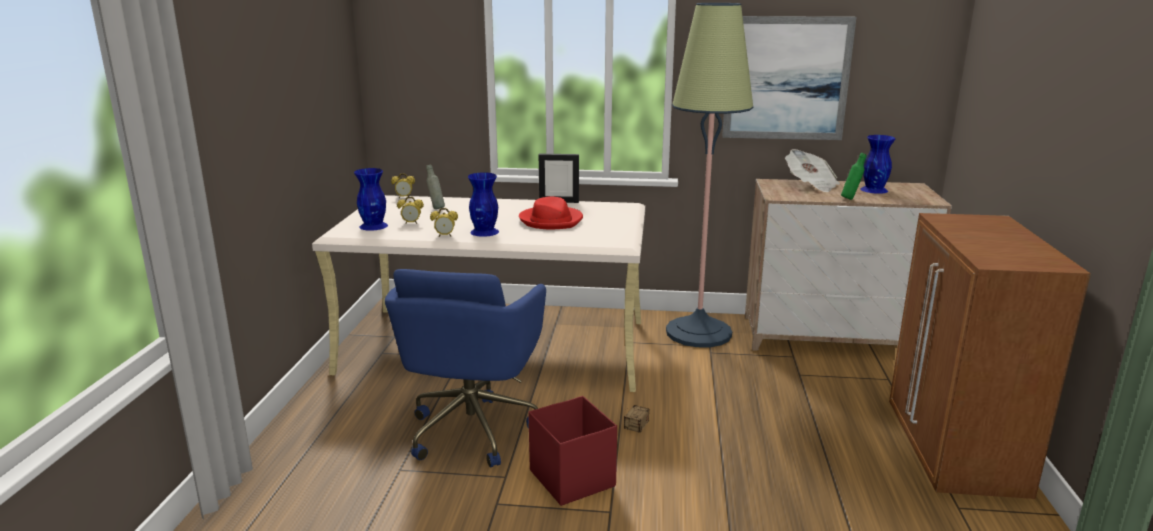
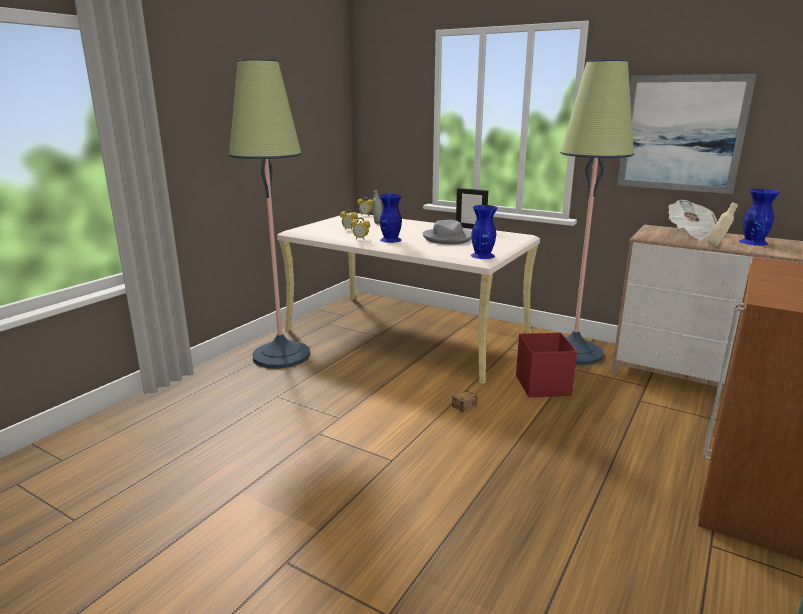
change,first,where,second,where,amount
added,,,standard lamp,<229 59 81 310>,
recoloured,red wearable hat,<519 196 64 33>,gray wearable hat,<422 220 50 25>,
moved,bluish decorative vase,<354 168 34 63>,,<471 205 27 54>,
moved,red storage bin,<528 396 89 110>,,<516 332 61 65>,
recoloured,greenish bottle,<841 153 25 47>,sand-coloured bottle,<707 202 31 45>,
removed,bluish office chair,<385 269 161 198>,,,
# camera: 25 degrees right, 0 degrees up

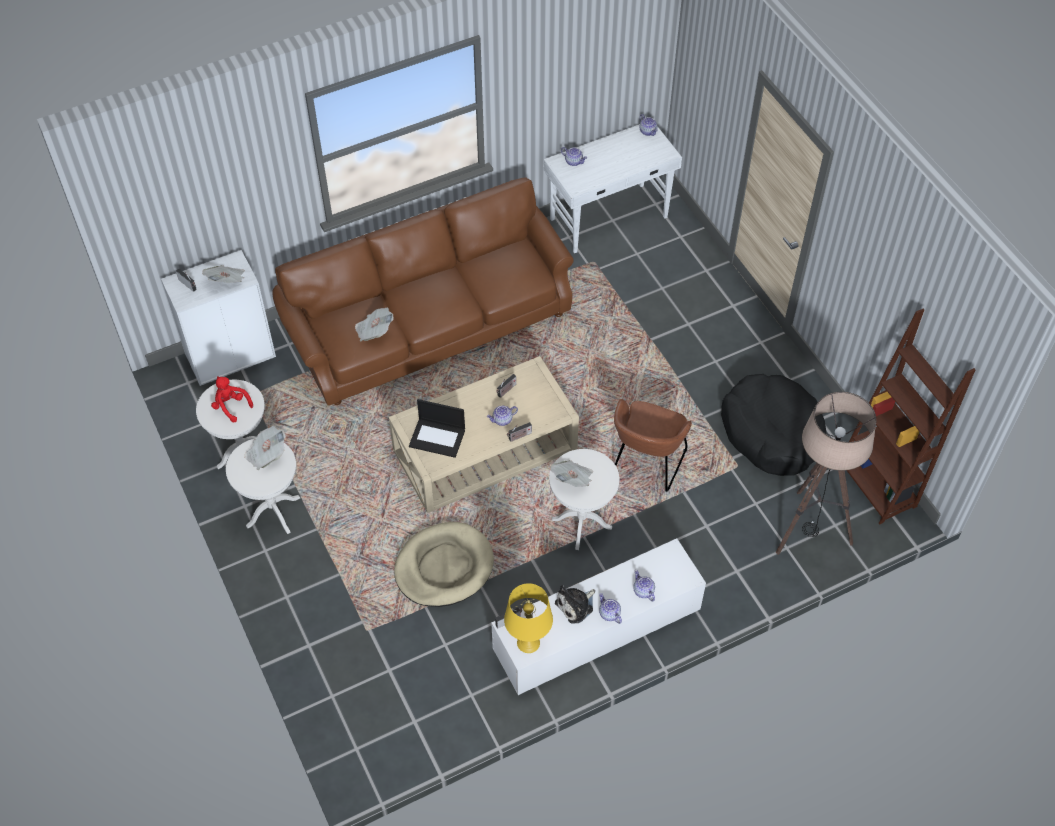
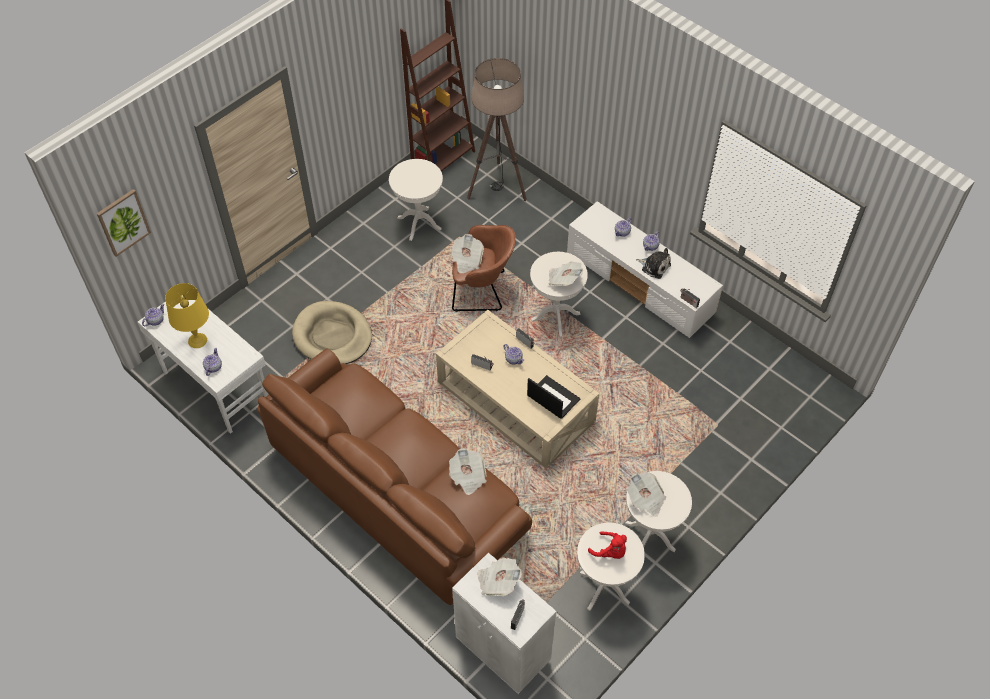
change,first,where,second,where,amount
added,,,wall art,<97 189 54 68>,
moved,yellowish tabletop lamp,<504 583 49 70>,,<165 283 44 65>,
moved,sand-coloured pet bed,<394 522 100 85>,,<292 301 80 63>,
replaced,blackish pet bed,<721 374 106 102>,whitish side table,<389 159 54 82>,
added,,,daily paper,<451 234 33 39>,
turned,laptop,<409 399 56 59>,,<527 375 53 44>,45 degrees counterclockwise
turned,red cuddly toy,<211 376 42 46>,,<588 532 39 27>,75 degrees counterclockwise
# camera: 110 degrees left, 0 degrees up

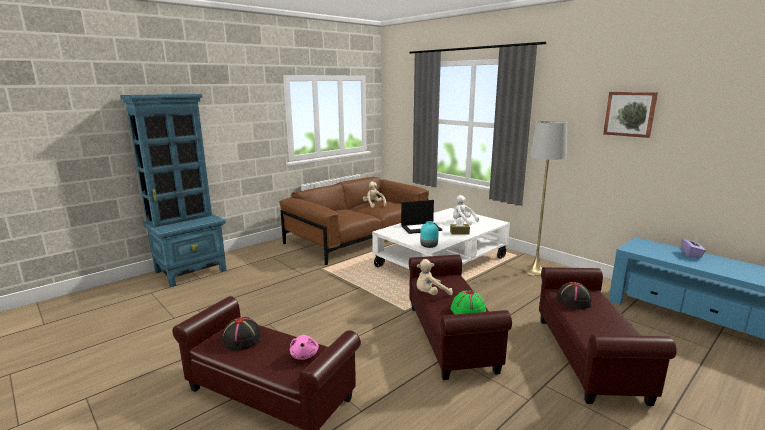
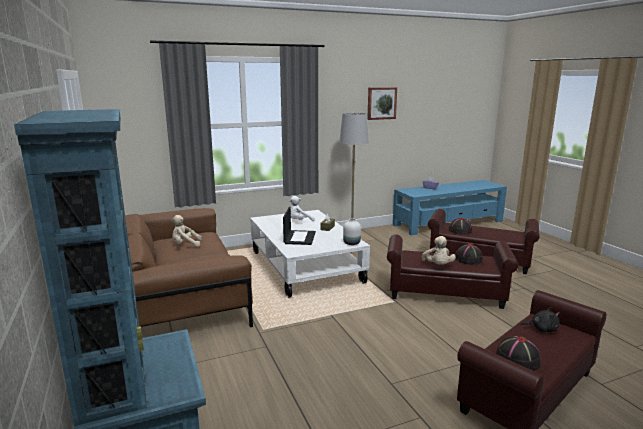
change,first,where,second,where,amount
recoloured,turquoise decorative vase,<420 221 19 27>,whitish decorative vase,<343 219 18 26>,
recoloured,greenish wearable hat,<450 290 36 24>,blackish wearable hat,<455 244 28 21>,
recoloured,pinkish cuddly toy,<290 335 29 25>,blackish cuddly toy,<521 307 39 25>,
# camera: 70 degrees left, 0 degrees up

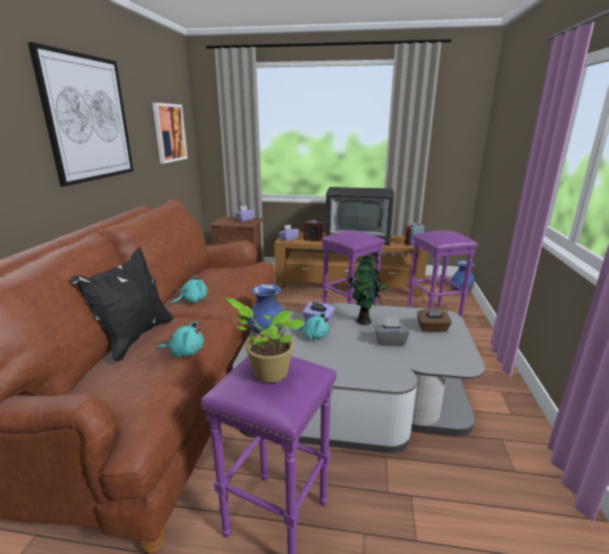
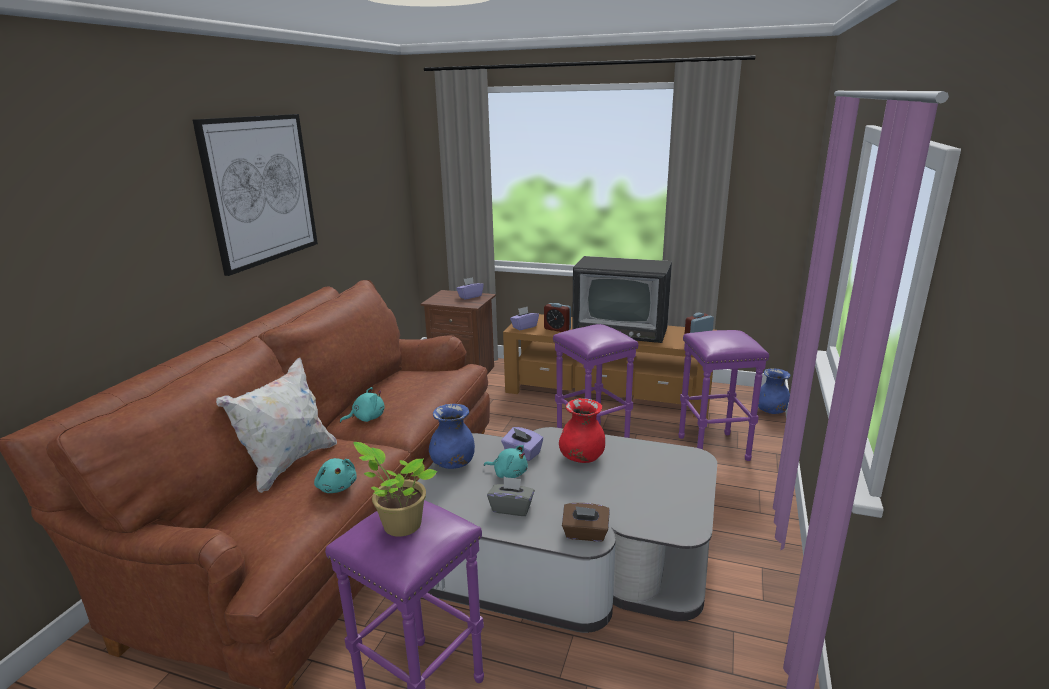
change,first,where,second,where,amount
recoloured,blackish throw pillow,<72 247 102 115>,whitish throw pillow,<216 358 121 135>,
turned,turquoise cuddly toy,<157 321 47 36>,,<314 458 43 35>,45 degrees clockwise
moved,gray box of tissues,<375 318 34 28>,,<487 476 48 40>,
replaced,plant in a pot,<348 253 40 72>,red decorative vase,<559 398 46 65>,
moved,brown-coloured box of tissues,<417 309 35 23>,,<562 503 48 39>,
removed,wall art,<152 103 36 61>,,,
# camera: 10 degrees right, 0 degrees up

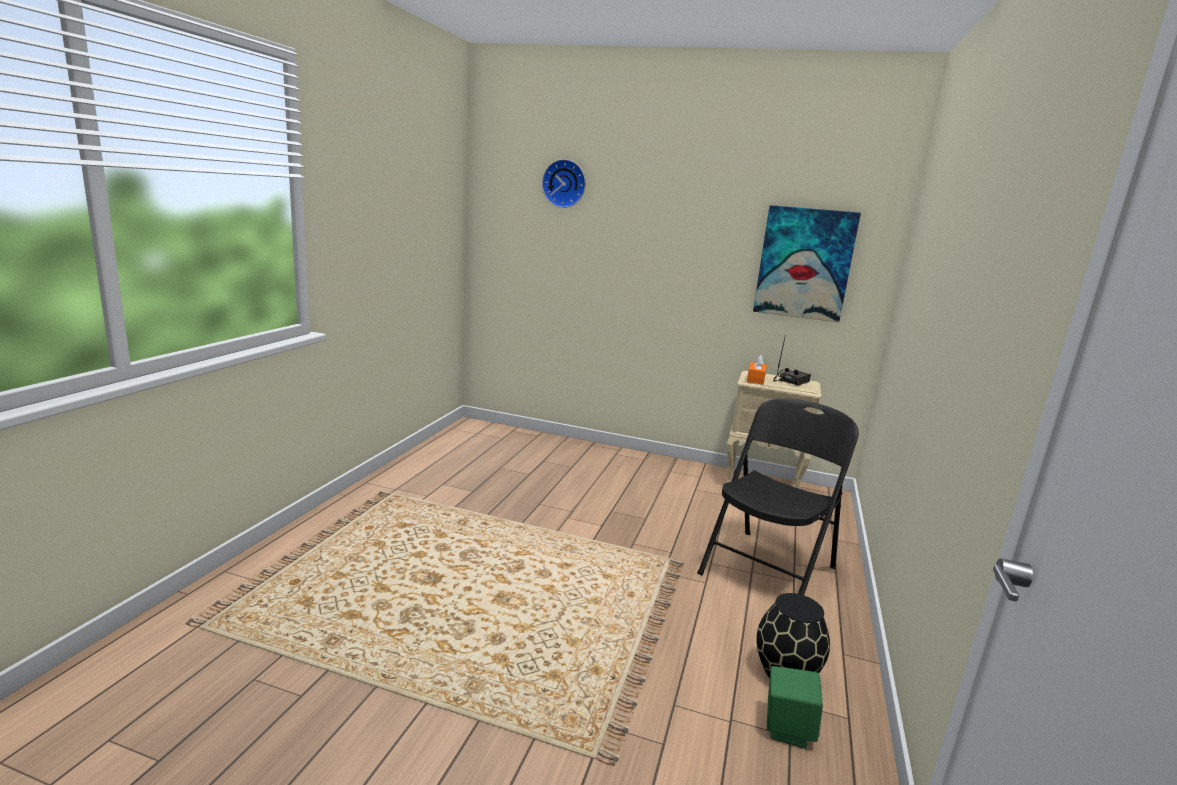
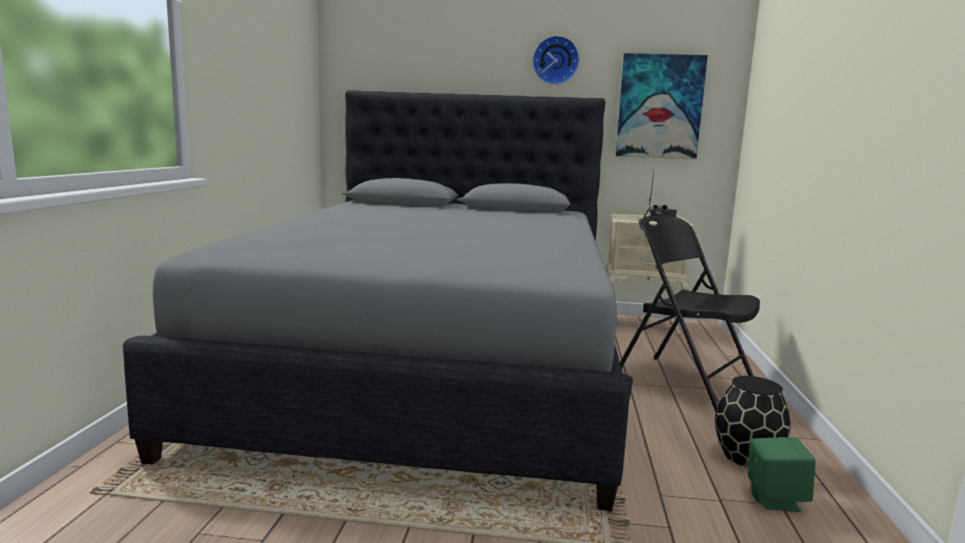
change,first,where,second,where,amount
added,,,gray sleeping bed,<123 90 510 423>,
moved,hanging clock,<542 159 44 49>,,<532 36 48 49>,
turned,blackish upright chair,<697 398 162 197>,,<620 215 140 197>,75 degrees counterclockwise
removed,orange-coloured box of tissues,<747 355 20 30>,,,
# camera: 10 degrees left, 5 degrees down

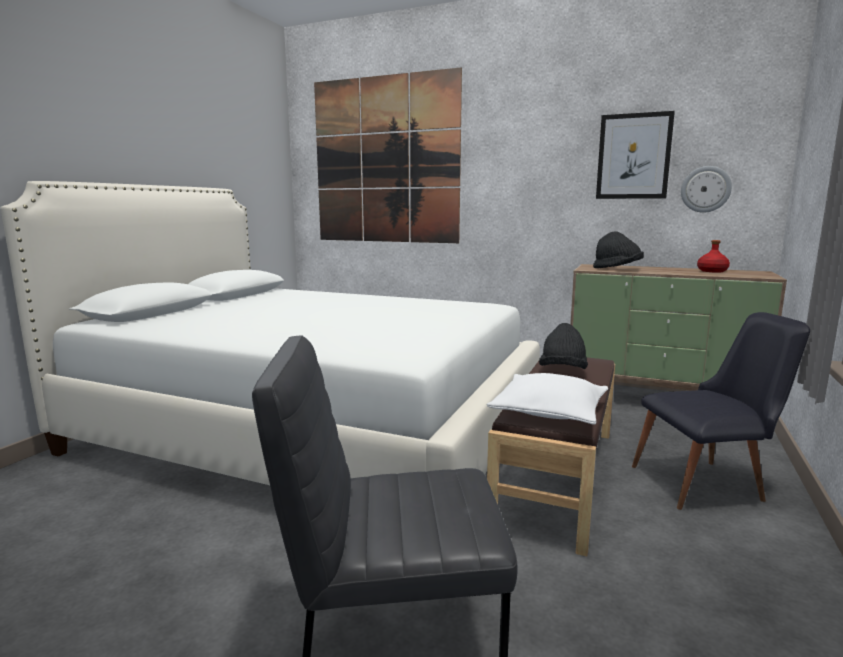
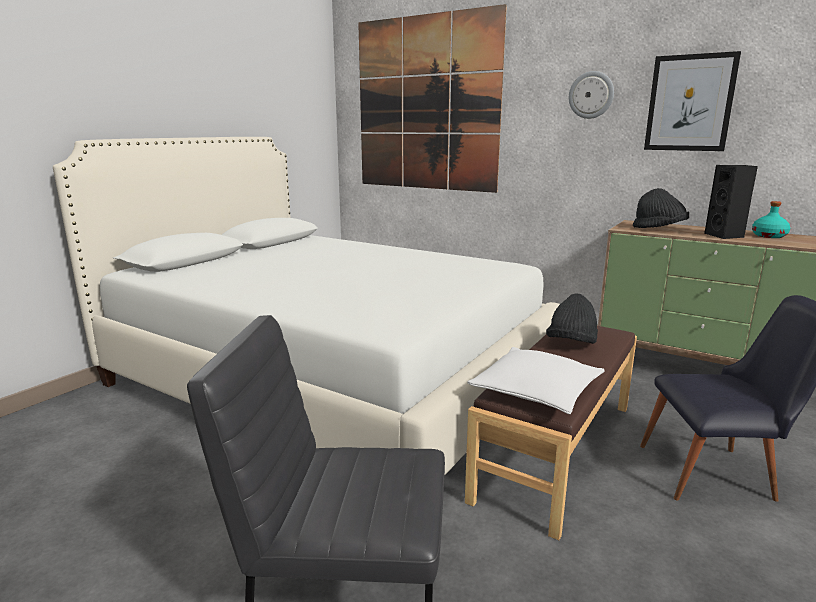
change,first,where,second,where,amount
moved,hanging clock,<681 166 51 47>,,<569 71 45 48>,
added,,,blackish audio speaker,<704 165 54 74>,
recoloured,red bottle,<697 240 33 32>,turquoise bottle,<752 201 38 37>,
# camera: 10 degrees right, 5 degrees up

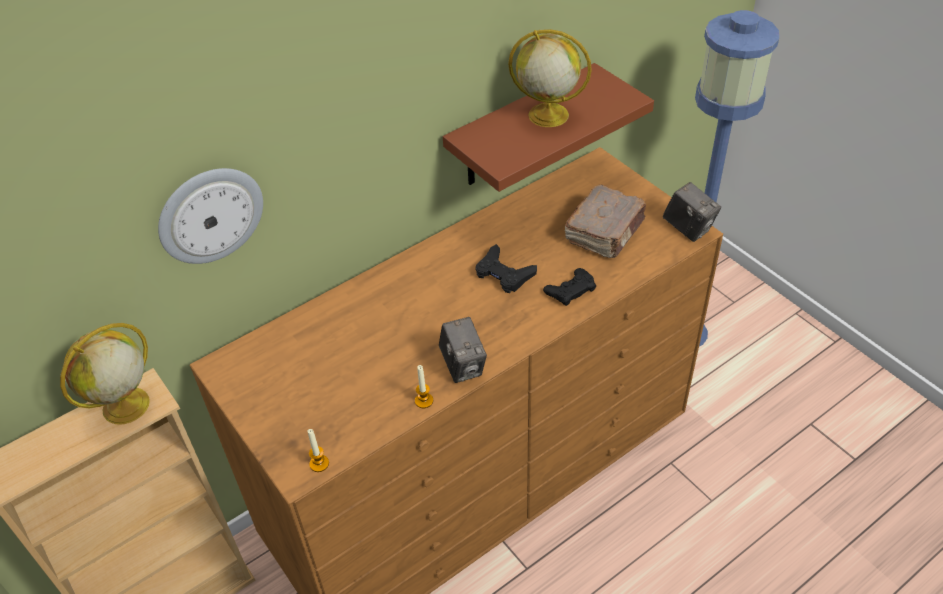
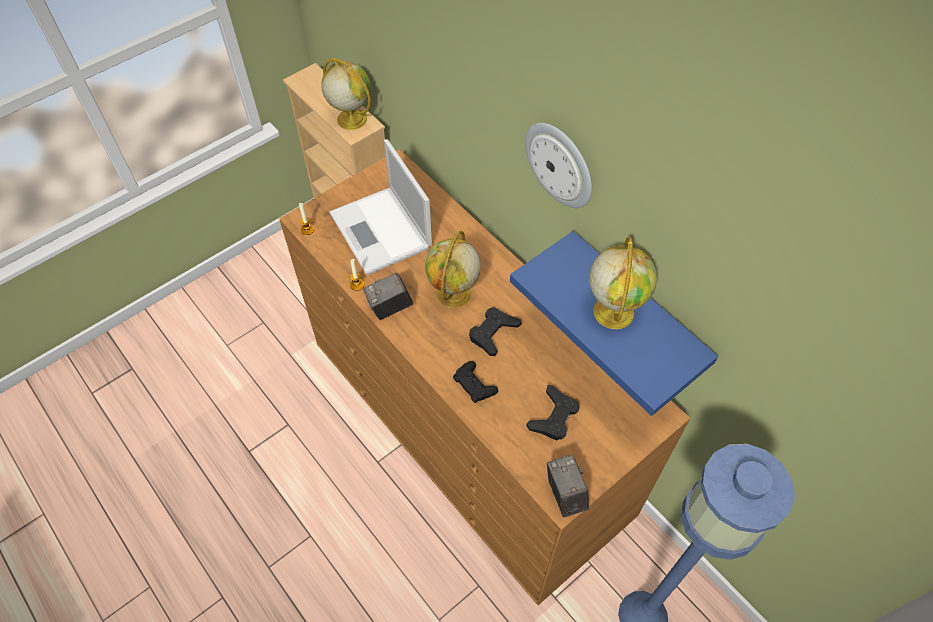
change,first,where,second,where,amount
added,,,laptop,<330 139 102 136>,
added,,,desk globe,<425 231 56 77>,
recoloured,brown-coloured shelf,<443 63 211 129>,bluish shelf,<510 231 208 185>,
moved,hanging clock,<158 168 105 96>,,<525 123 67 85>,
replaced,brown-coloured book,<565 184 81 74>,blackish gamepad,<526 385 53 56>,
turned,still camera,<663 182 58 60>,,<547 455 42 62>,120 degrees clockwise
# camera: 85 degrees right, 10 degrees up

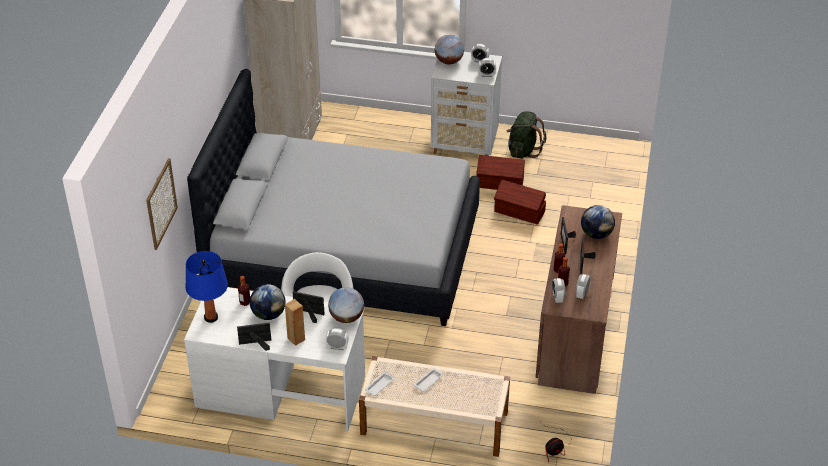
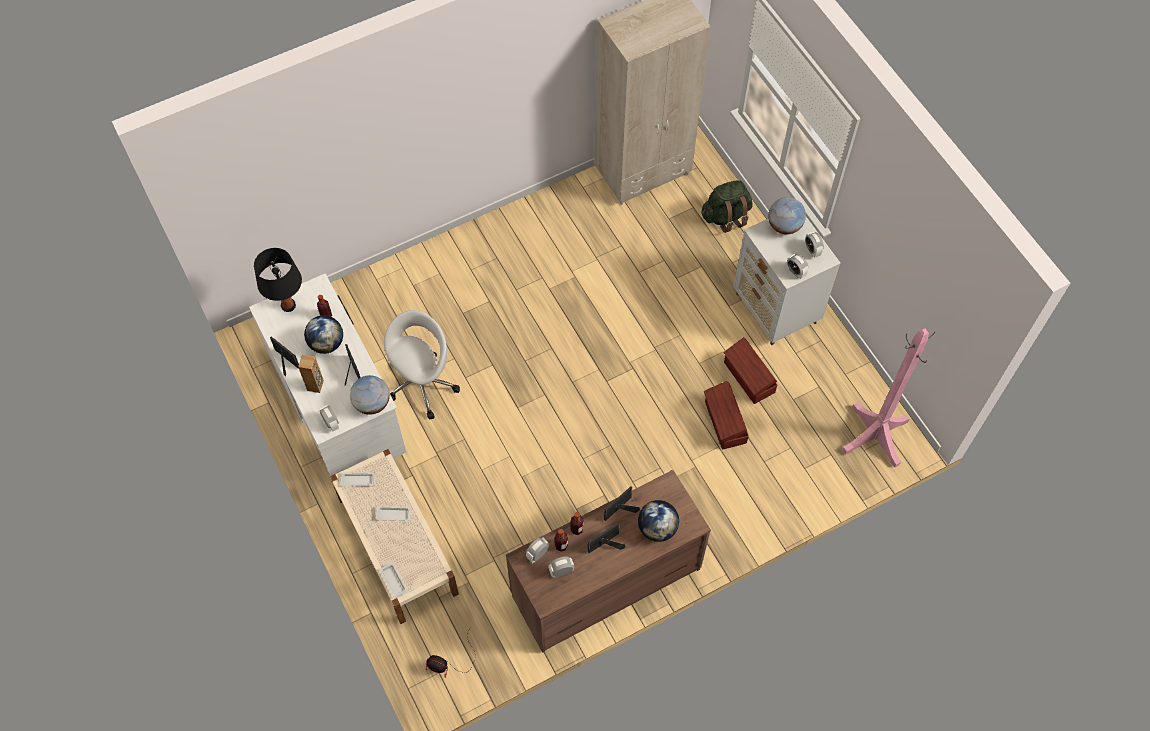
change,first,where,second,where,amount
recoloured,bluish tabletop lamp,<186 251 42 72>,blackish tabletop lamp,<254 248 48 64>,
added,,,whitish carrying tray,<379 563 29 35>,
moved,greenish backpack,<507 111 39 48>,,<701 180 51 53>,
added,,,pinkish clothes rack,<842 328 94 140>,
removed,wall art,<146 158 32 92>,,,
removed,gray sleeping bed,<187 69 293 257>,,,
# camera: 50 degrees right, 20 degrees up

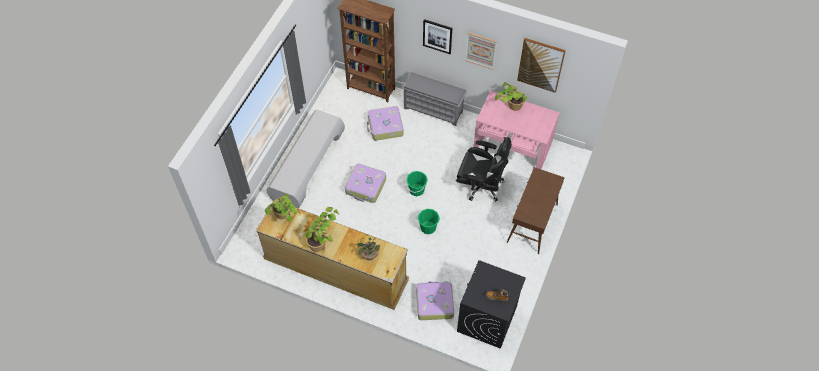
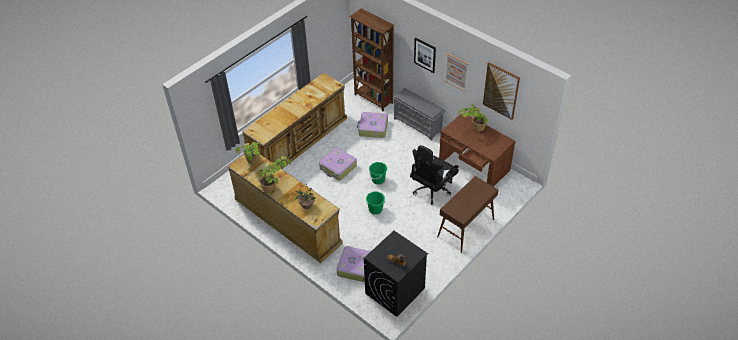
change,first,where,second,where,amount
replaced,gray long seat,<267 110 78 98>,cupboard,<242 73 105 96>,
turned,blackish office chair,<456 137 56 65>,,<410 145 49 60>,90 degrees clockwise
recoloured,pinkish desk table,<473 90 87 79>,brown-coloured desk table,<439 114 76 73>,
# camera: 20 degrees right, 10 degrees down

